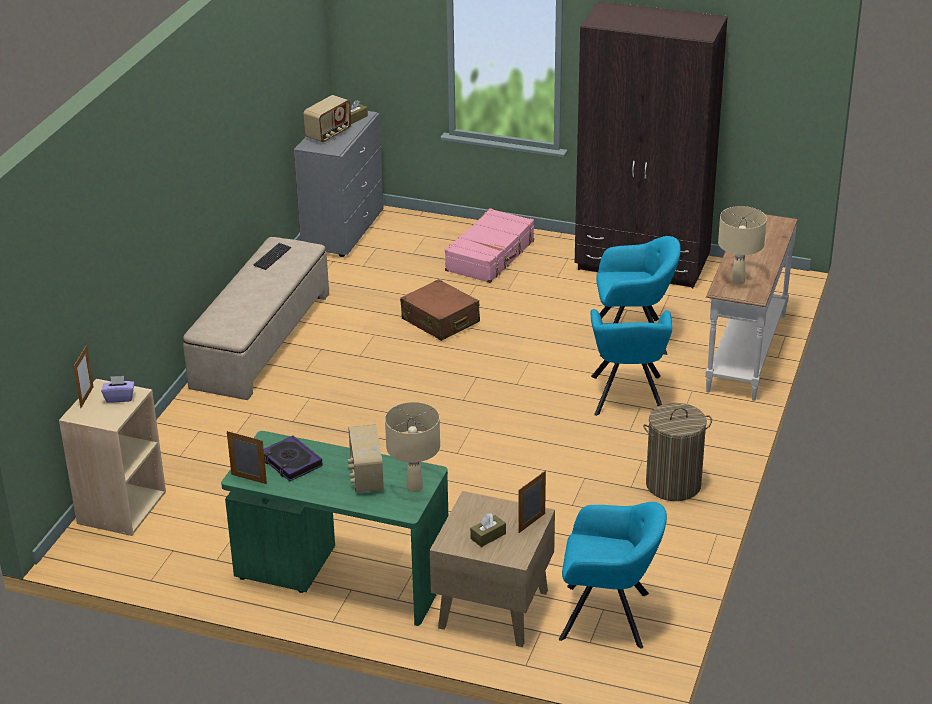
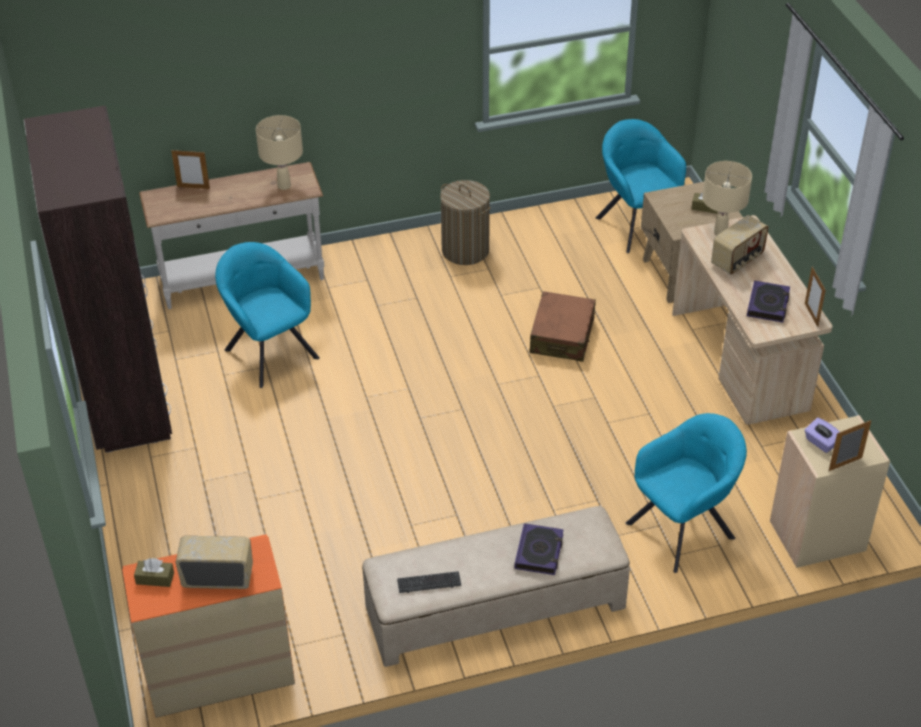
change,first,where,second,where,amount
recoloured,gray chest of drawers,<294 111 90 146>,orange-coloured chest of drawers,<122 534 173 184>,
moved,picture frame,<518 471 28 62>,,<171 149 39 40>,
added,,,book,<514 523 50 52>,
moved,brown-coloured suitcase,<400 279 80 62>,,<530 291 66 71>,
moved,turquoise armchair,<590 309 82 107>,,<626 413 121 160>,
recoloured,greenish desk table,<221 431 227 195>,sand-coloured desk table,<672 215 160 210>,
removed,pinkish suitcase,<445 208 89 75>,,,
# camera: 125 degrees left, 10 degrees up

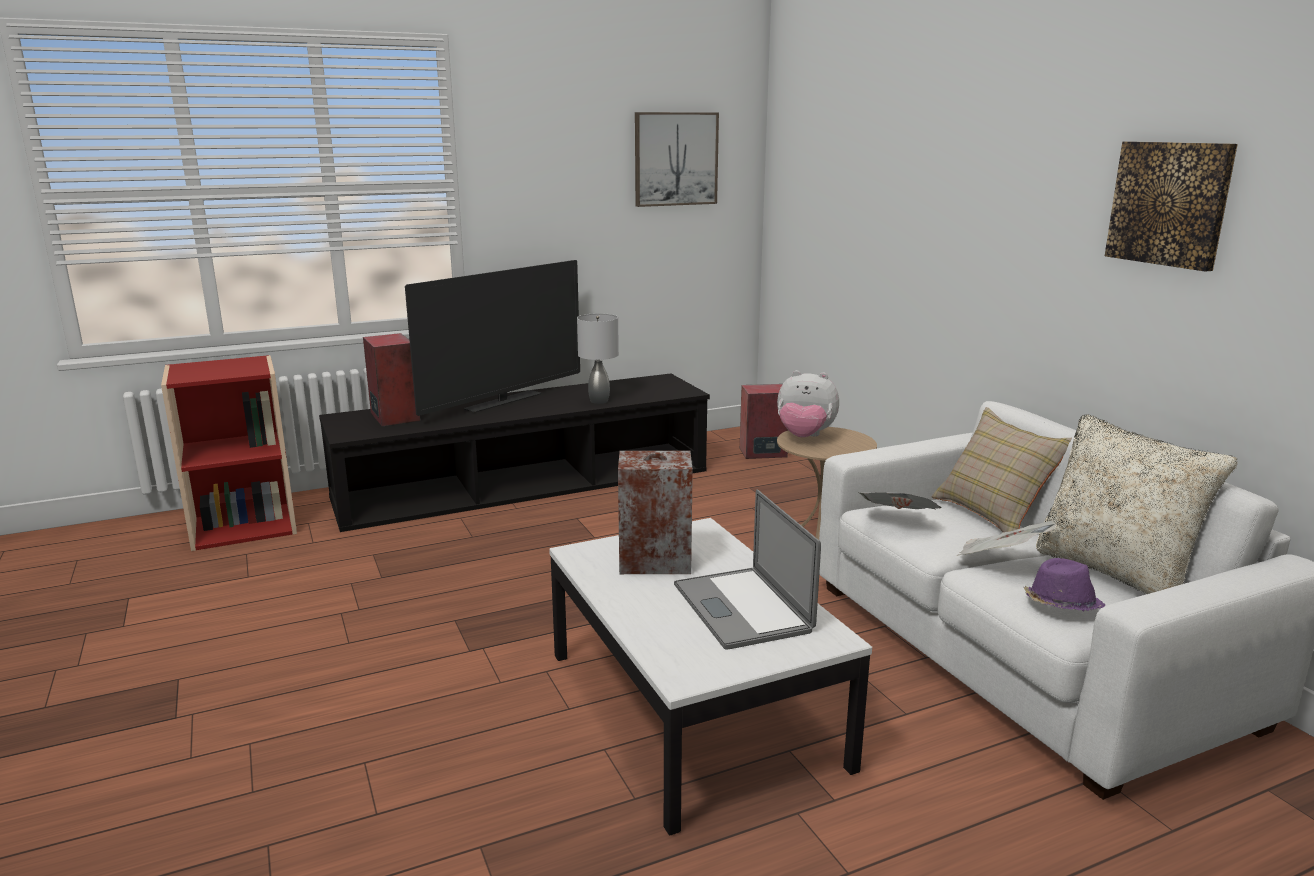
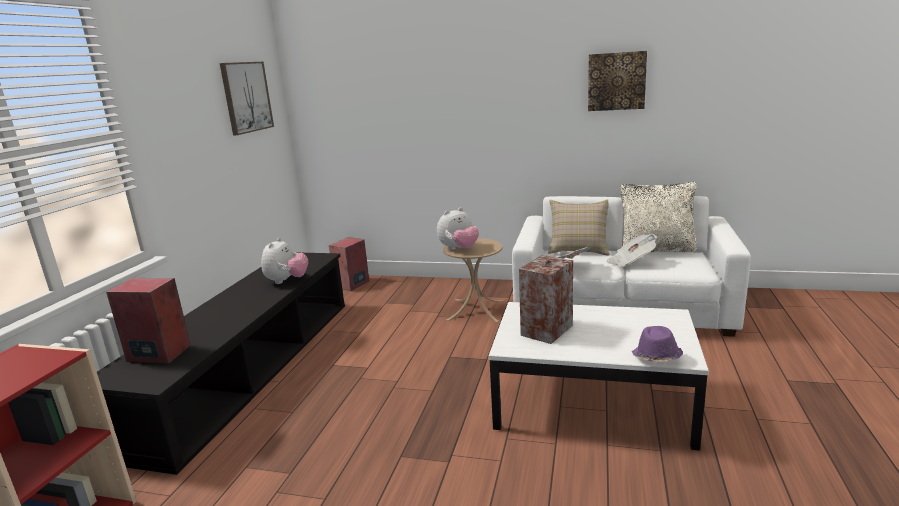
change,first,where,second,where,amount
replaced,gray tabletop lamp,<577 313 42 91>,cuddly toy,<261 238 47 46>,
moved,purplish wearable hat,<1024 558 81 53>,,<632 326 51 36>,
removed,television,<405 260 175 156>,,,
removed,laptop,<674 489 147 160>,,,
# camera: 50 degrees left, 0 degrees up

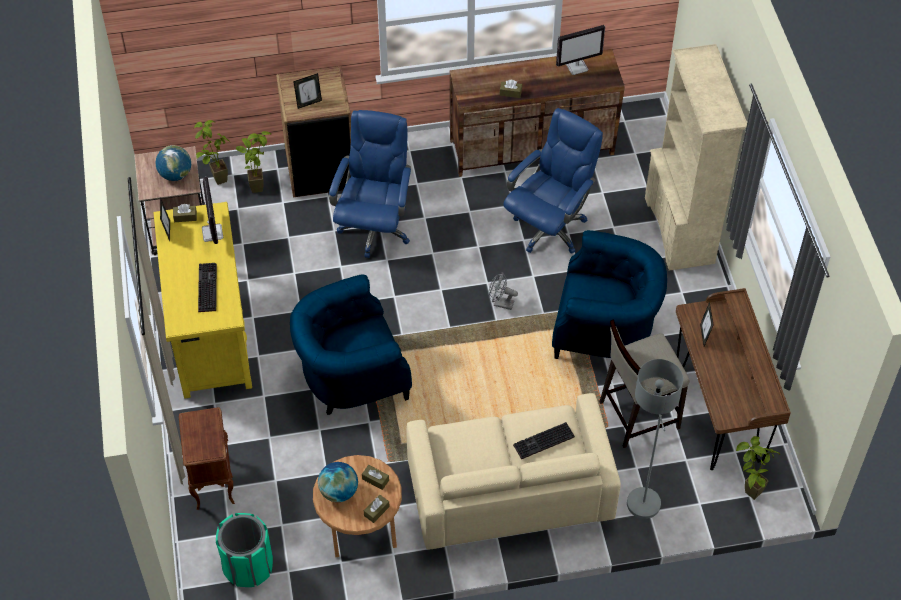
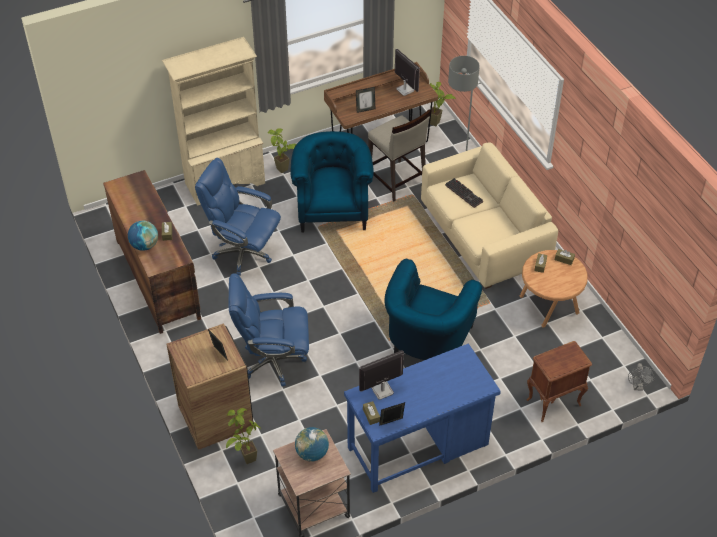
change,first,where,second,where,amount
moved,desk globe,<318 462 40 40>,,<128 221 30 30>,
moved,plant in a pot,<194 120 36 65>,,<268 128 28 45>,
recoloured,yellowish desk table,<154 202 98 197>,bluish desk table,<344 343 157 150>,
turned,bluish armchair,<290 274 122 141>,,<384 259 98 101>,60 degrees clockwise
moved,monitor,<556 25 49 50>,,<395 49 25 47>,
moved,gray cooling fan,<489 273 29 37>,,<628 363 28 28>,
removed,keyboard,<198 263 19 49>,,,
removed,greenish rubbish bin,<216 513 57 74>,,,
# camera: 105 degrees left, 5 degrees down

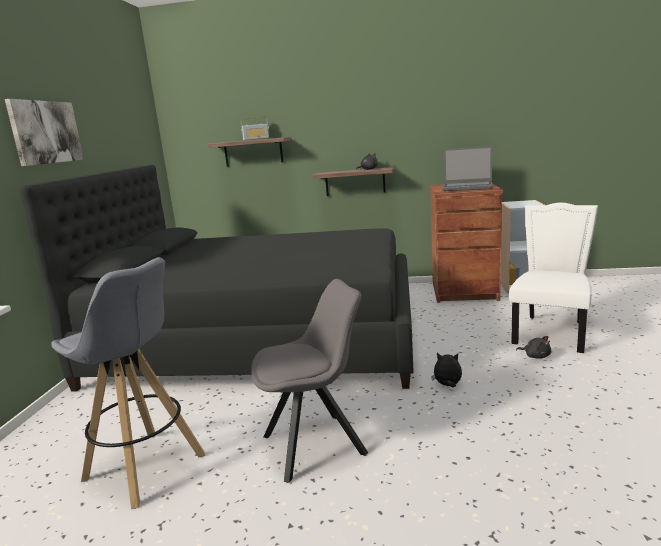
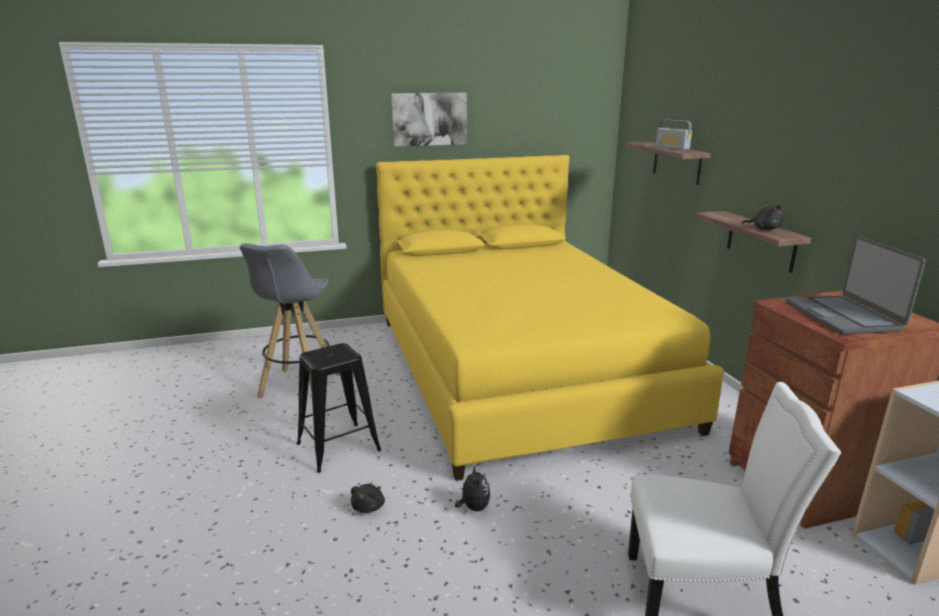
change,first,where,second,where,amount
replaced,gray upright chair,<251 279 117 204>,blackish stool,<297 343 84 130>,
moved,blackish cuddly toy,<516 336 35 23>,,<351 484 34 29>,
recoloured,blackish sleeping bed,<19 164 395 228>,yellowish sleeping bed,<376 155 348 326>,
# camera: 65 degrees right, 5 degrees up

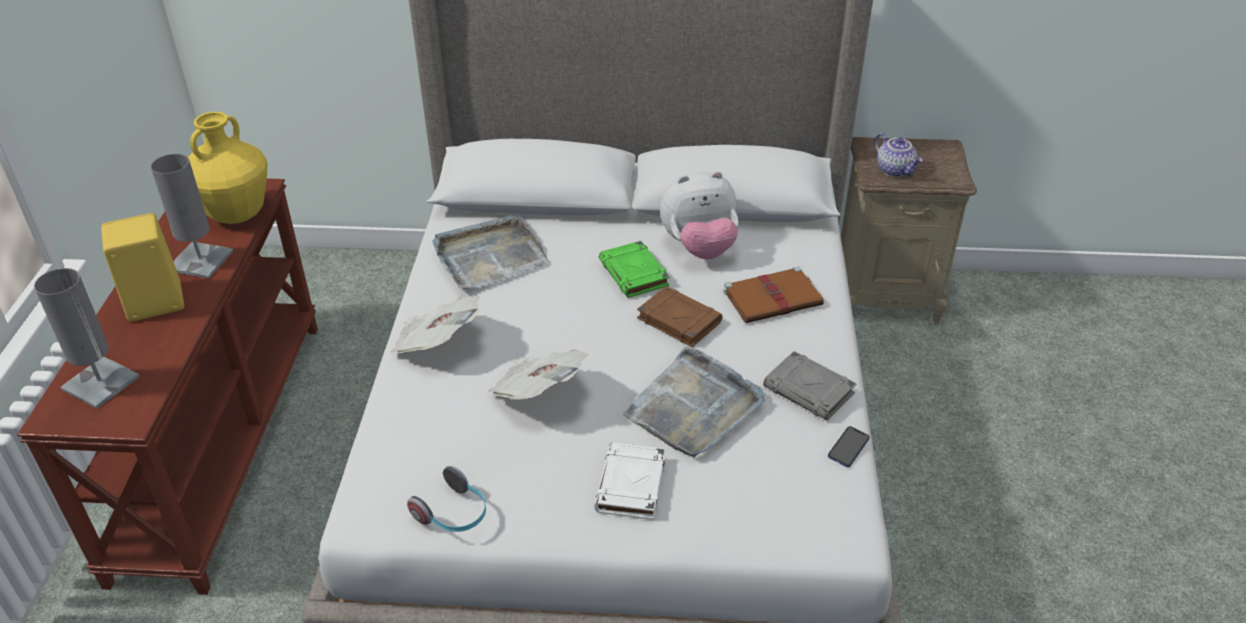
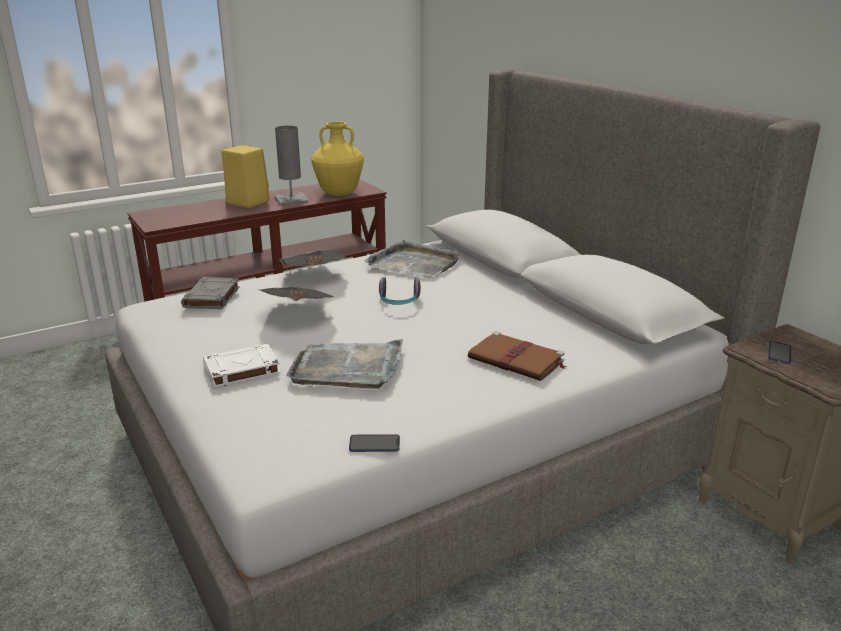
change,first,where,second,where,amount
moved,gray book,<763 351 94 70>,,<181 277 59 32>,
moved,pair of headphones,<407 466 79 66>,,<379 277 42 28>,
replaced,teapot,<874 133 49 44>,handset,<768 341 23 23>,
removed,gray tabletop lamp,<34 268 105 141>,,,
removed,greenish book,<599 241 71 57>,,,
removed,brown-coloured book,<637 286 85 61>,,,
removed,cuddly toy,<660 171 79 88>,,,
# camera: 55 degrees right, 15 degrees down

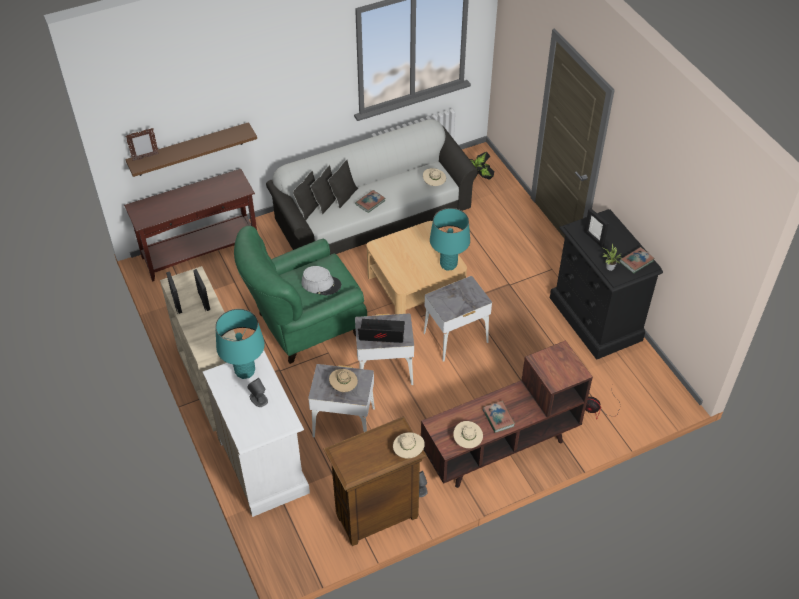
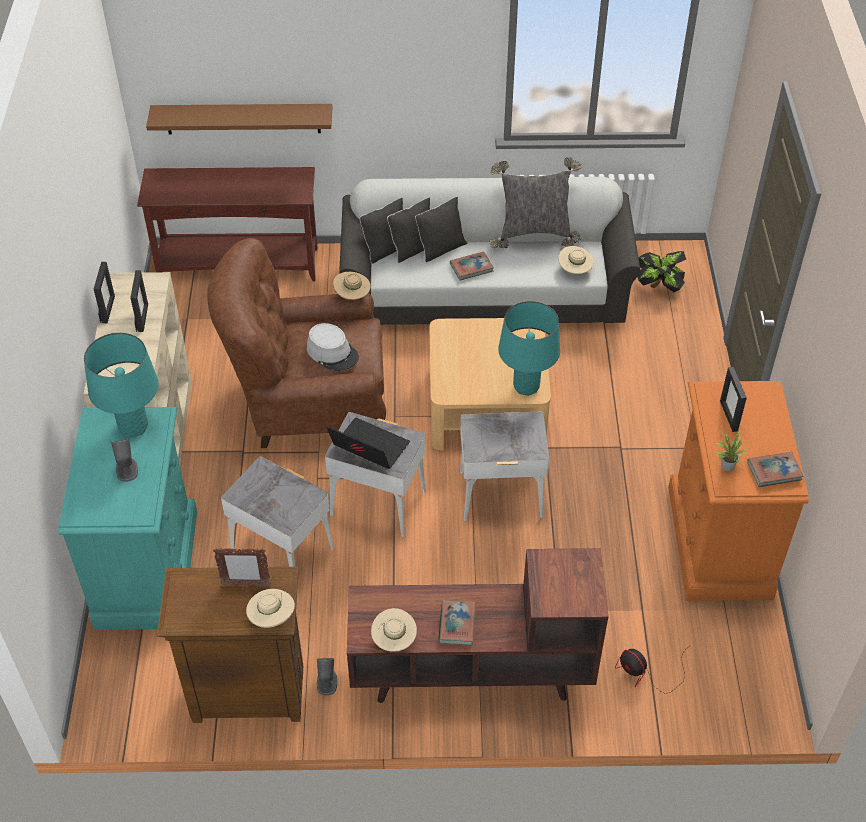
change,first,where,second,where,amount
recoloured,whitish chest of drawers,<202 350 108 167>,turquoise chest of drawers,<58 407 139 223>,
recoloured,greenish armchair,<234 226 133 138>,brown-coloured armchair,<207 238 179 210>,
moved,picture frame,<125 128 34 33>,,<213 548 58 38>,
moved,sand-coloured wearable hat,<329 369 29 23>,,<333 272 38 28>,
added,,,throw pillow,<489 157 93 91>,
recoloured,blackish chest of drawers,<550 209 113 151>,orange-coloured chest of drawers,<668 381 141 220>,
# camera: 25 degrees right, 0 degrees up

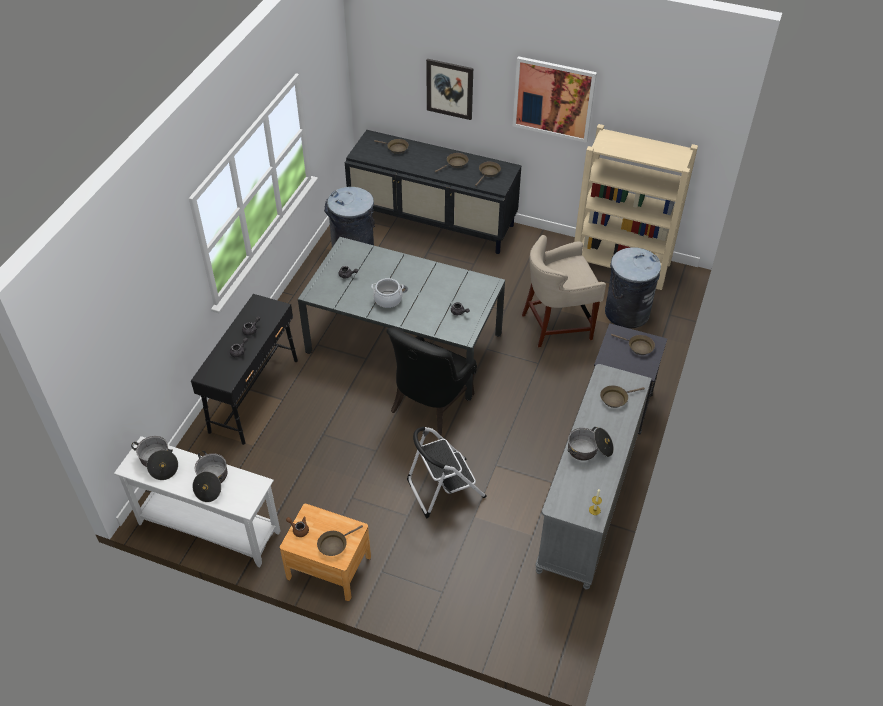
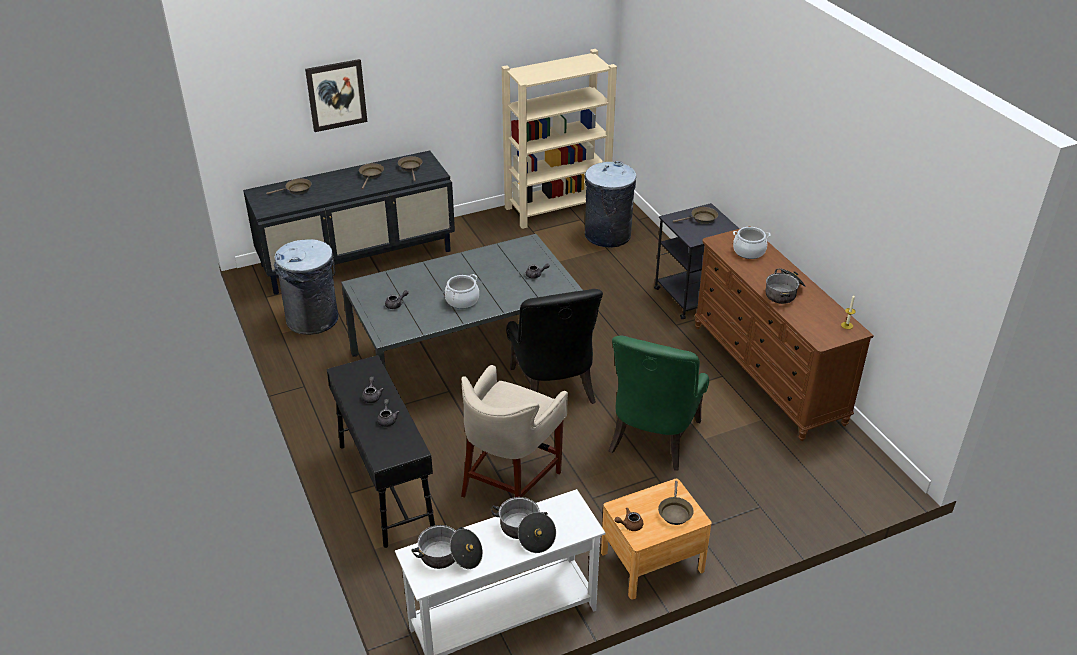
change,first,where,second,where,amount
moved,sand-coloured stool,<522 235 84 113>,,<461 365 107 133>,
replaced,stepladder,<407 427 79 91>,greenish upright chair,<609 336 100 135>,
recoloured,gray chest of drawers,<536 364 116 226>,brown-coloured chest of drawers,<695 226 179 215>,
replaced,brown-coloured frying pan,<600 385 45 23>,saucepot,<733 227 38 32>,
removed,wall art,<513 56 84 87>,,,
# camera: 45 degrees left, 10 degrees down

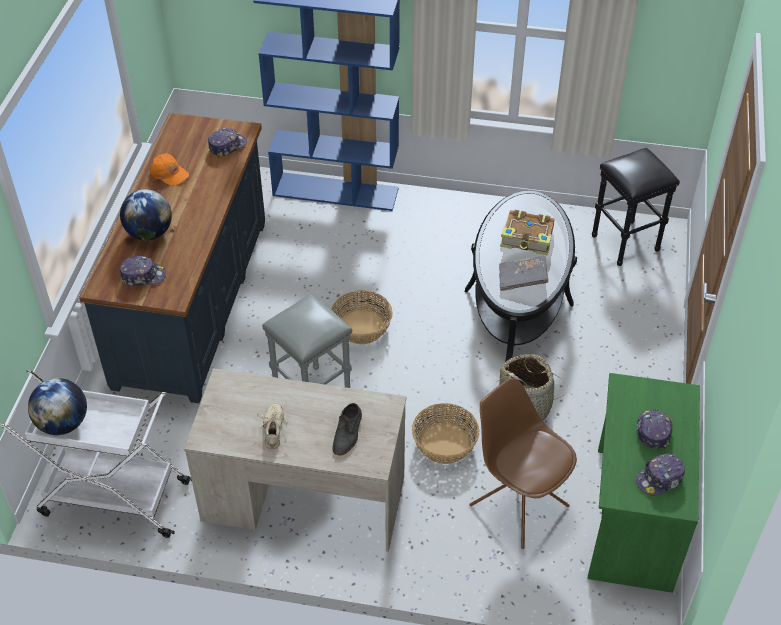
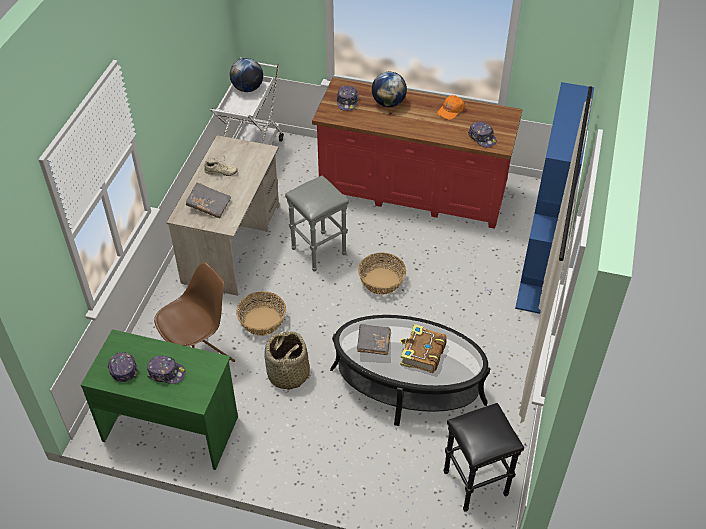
change,first,where,second,where,amount
replaced,gray shoe,<332 403 30 52>,gray book,<186 182 45 36>,
recoloured,bluish chest of drawers,<79 113 186 290>,red chest of drawers,<312 77 211 152>,
# camera: 95 degrees right, 0 degrees up

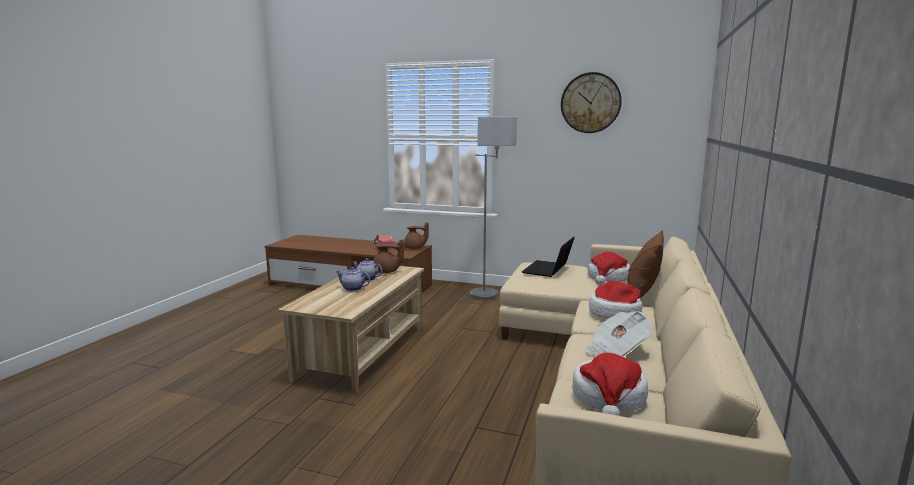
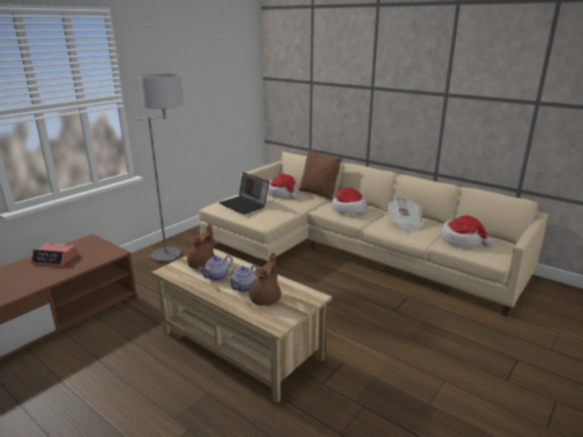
change,first,where,second,where,amount
moved,brown-coloured teapot,<404 222 25 27>,,<250 252 31 54>,
removed,hanging clock,<561 72 61 61>,,,
# camera: 70 degrees left, 10 degrees up

